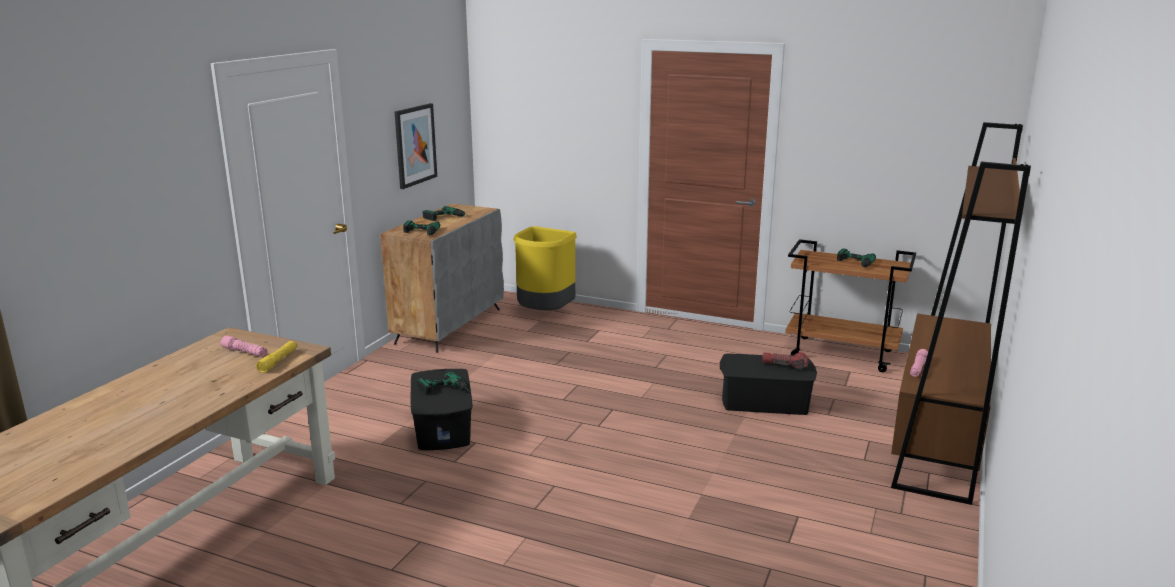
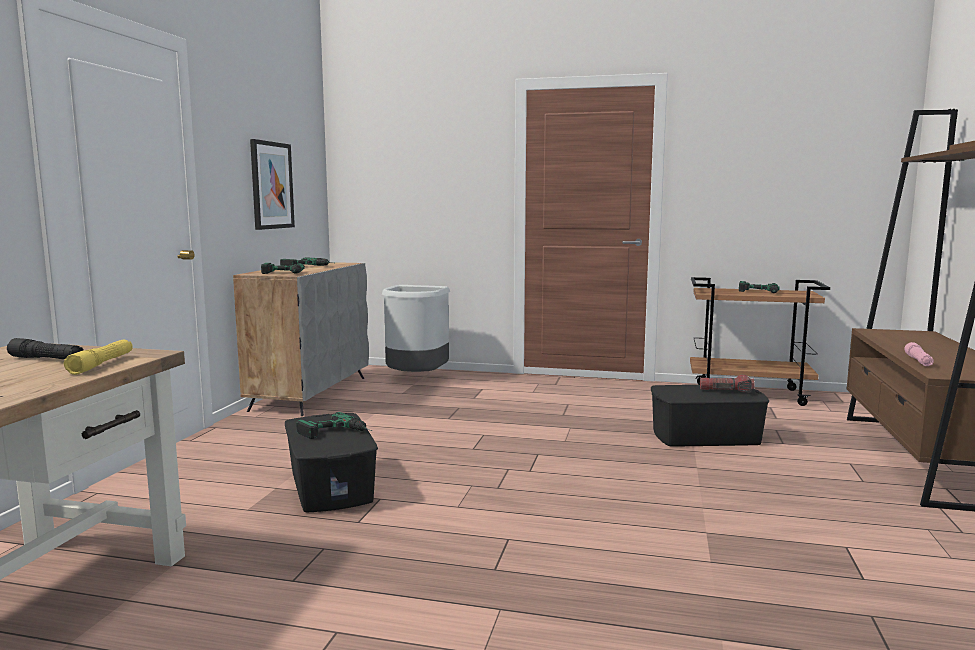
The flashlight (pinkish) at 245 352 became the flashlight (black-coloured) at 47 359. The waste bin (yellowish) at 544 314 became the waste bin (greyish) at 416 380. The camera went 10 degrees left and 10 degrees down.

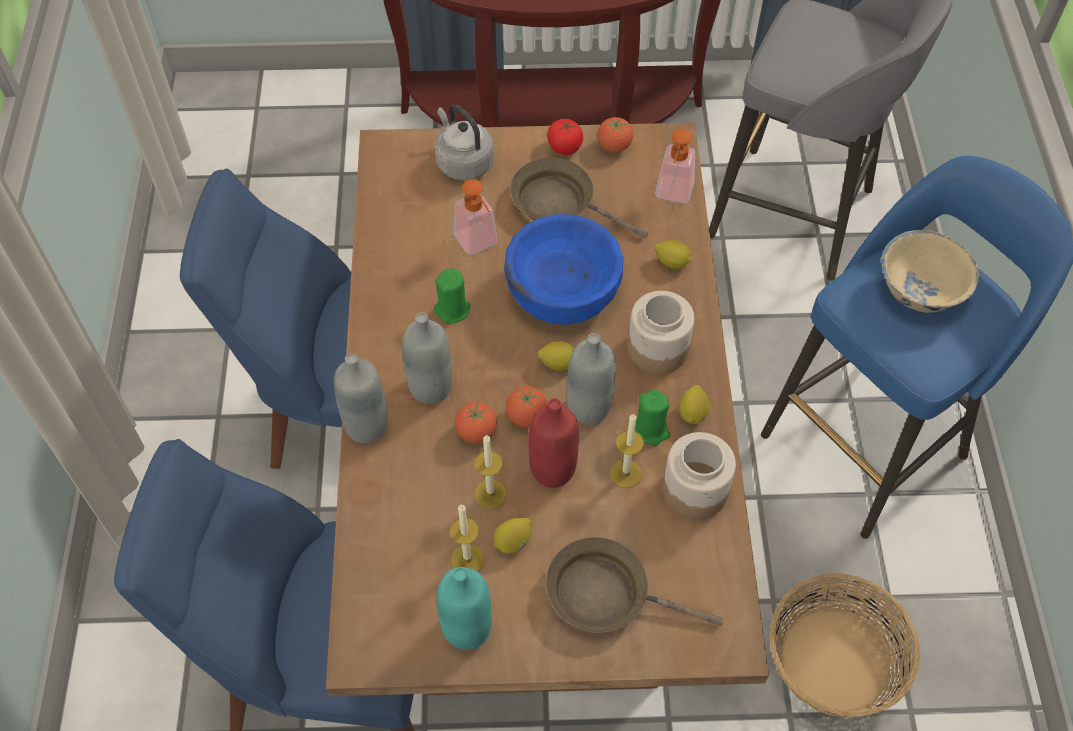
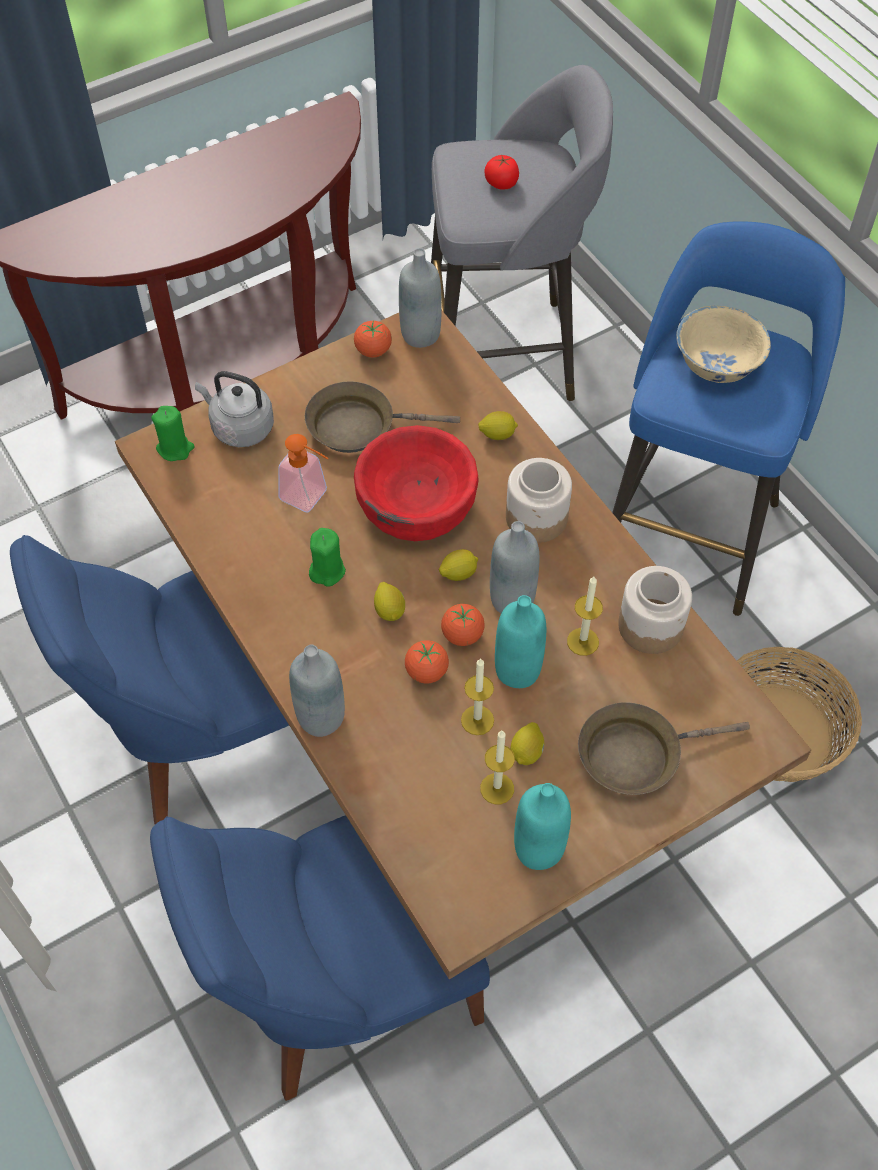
The candle (green-coloured) moved from 650 430 to 175 448. The serving bowl (bluish) at 563 290 became the serving bowl (reddish) at 417 505. The whole lemon moved from 693 413 to 390 610. The beverage bottle (greyish) moved from 431 387 to 420 334. The tomato moved from 565 147 to 501 183. The beverage bottle (reddish) at 552 469 became the beverage bottle (turquoise-coloured) at 517 670. The liquid soap bottle at 672 195 disappeared. The camera went 30 degrees left and 0 degrees up.

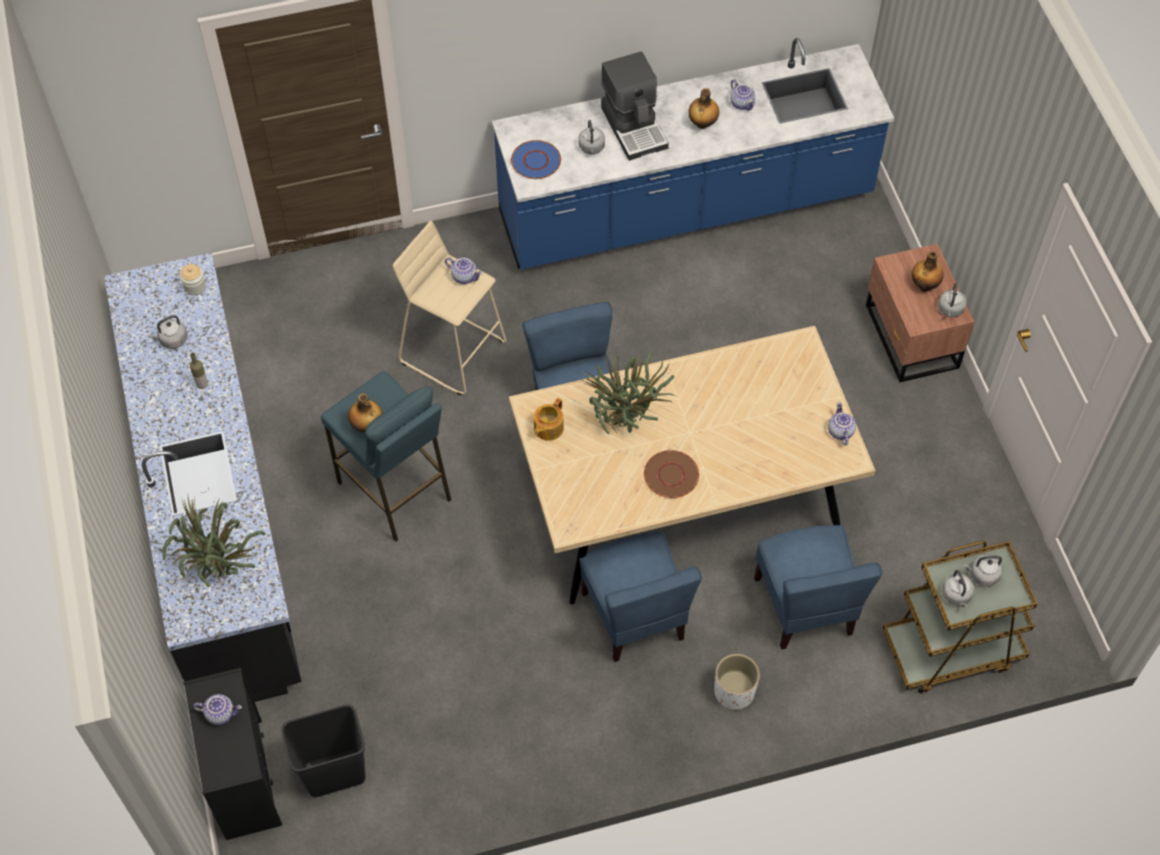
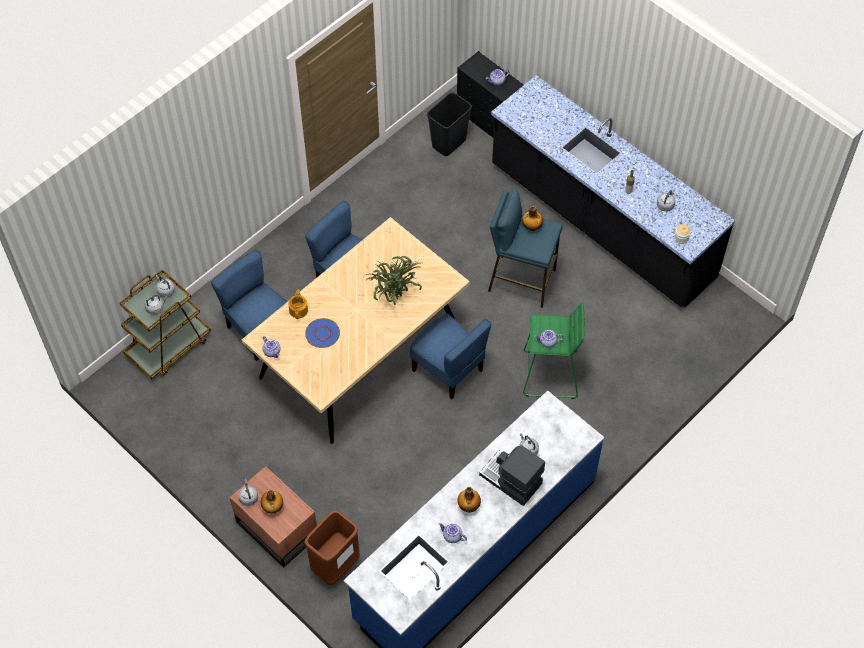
The teapot moved from 548 428 to 299 310. The waste bin (brown-coloured) at 335 566 appeared. The flat dish (bluish) moved from 536 161 to 322 333. The stool (sand-coloured) at 453 351 became the stool (green-coloured) at 550 374. The potted plant at 220 574 disappeared. The flat dish (brown-coloured) at 670 475 disappeared. The planter (whitish) at 734 692 disappeared. The camera went 150 degrees right and 0 degrees up.

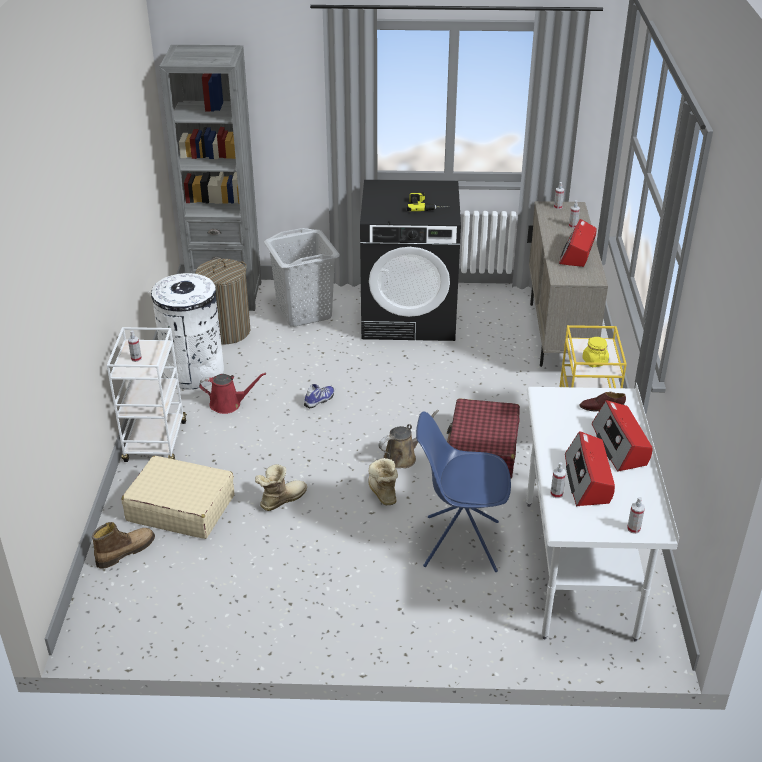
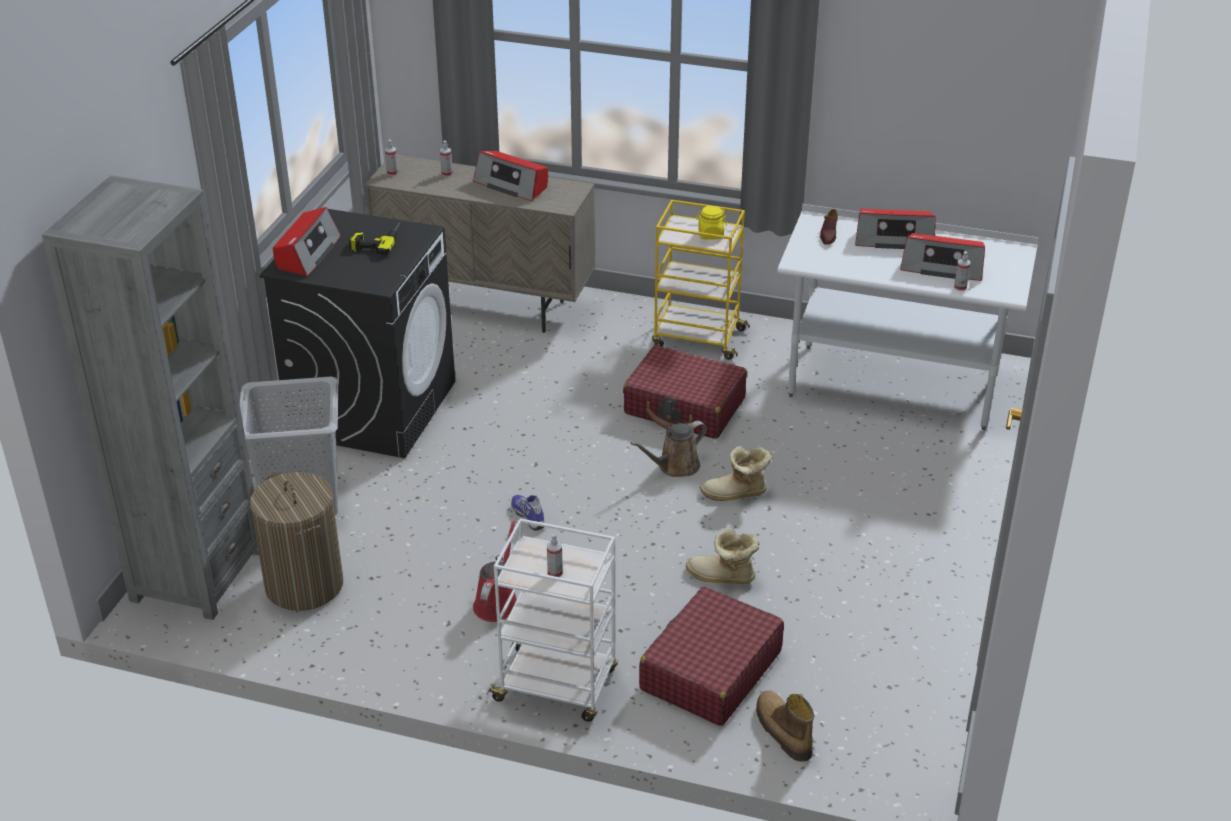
The radio set at 307 253 appeared. The watering can (brown-coloured) at 403 457 turned 105 degrees counterclockwise. The suitcase (sand-coloured) at 180 508 became the suitcase (reddish) at 710 671. The boot at 281 499 turned 45 degrees counterclockwise. The waste bin (whitish) at 193 372 disappeared. The chair (bluish) at 459 543 disappeared. The sprayer at 633 529 disappeared. The camera went 75 degrees left and 0 degrees up.

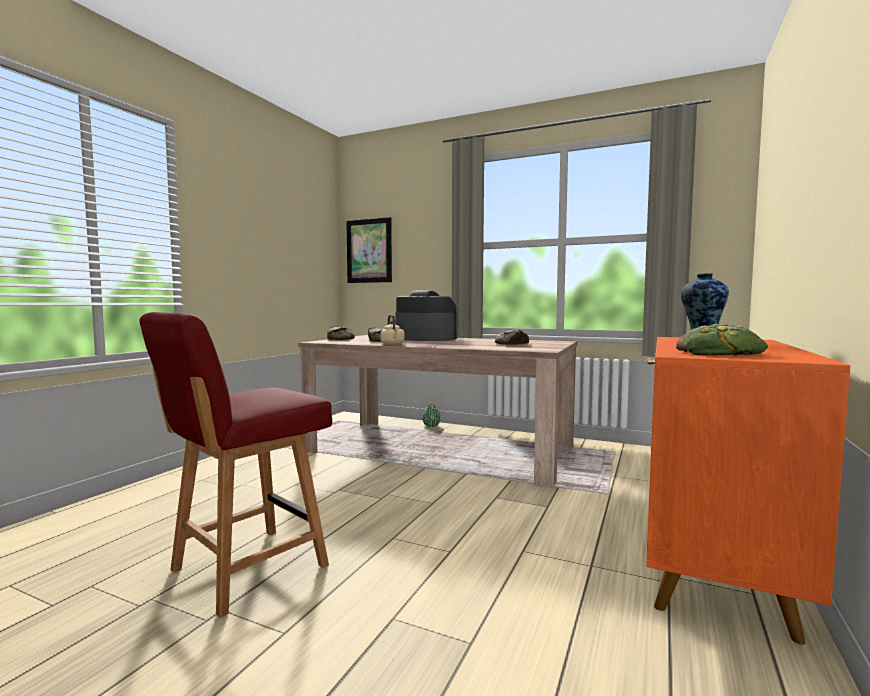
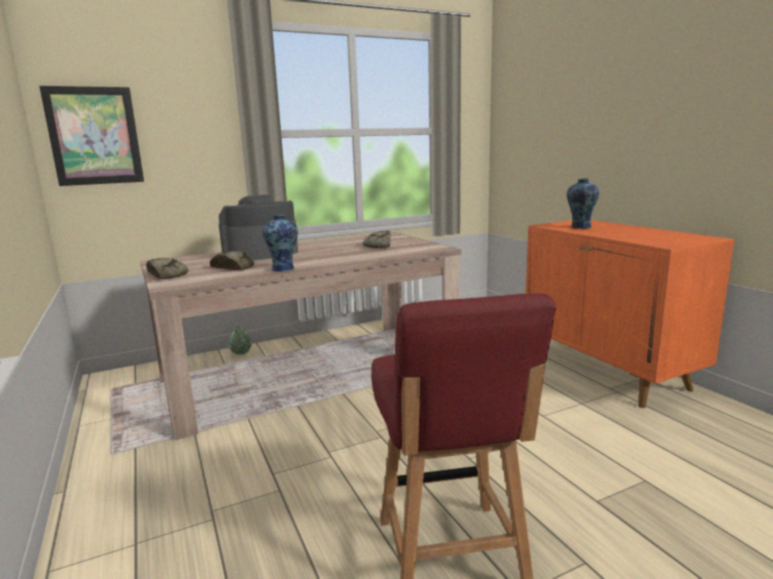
The tea kettle (sand-coloured) at 393 344 was replaced by the vase at 283 269. The baked bread at 720 353 disappeared. The camera went 50 degrees left and 10 degrees up.

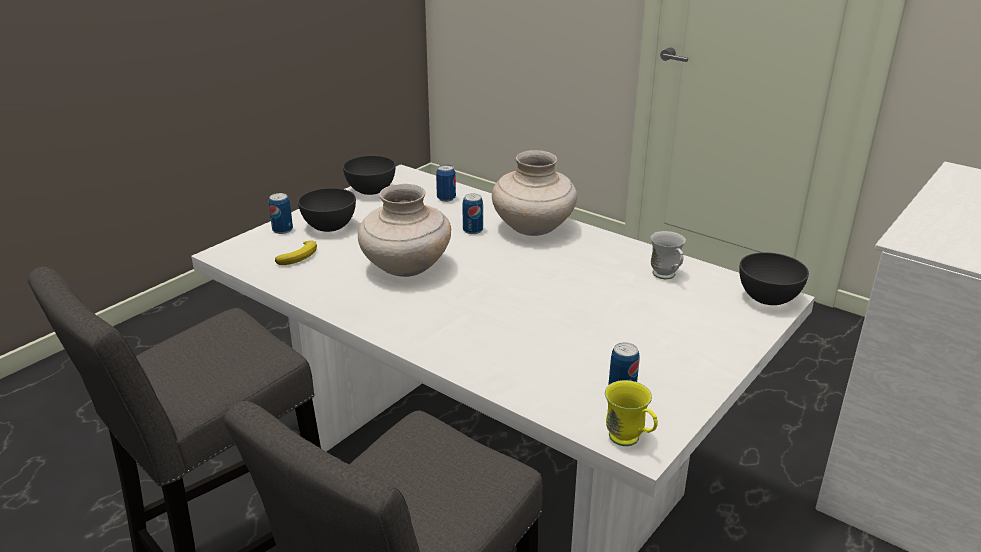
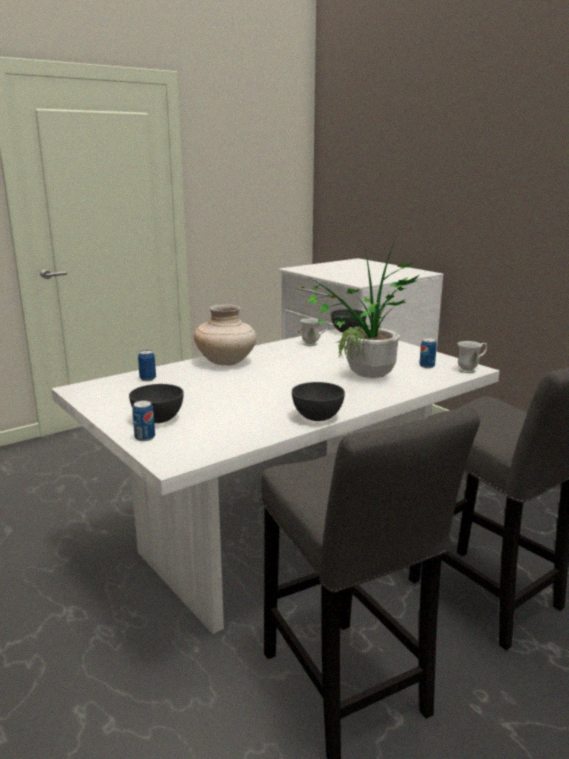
The serving bowl (greyish) moved from 371 191 to 318 417. The potted plant at 366 378 appeared. The coffee mug (yellowish) at 630 441 became the coffee mug (whitish) at 470 370. The whole banana at 299 256 disappeared. The vase (sand-coloured) at 405 268 disappeared. The can at 473 230 disappeared. The camera went 75 degrees left and 10 degrees down.

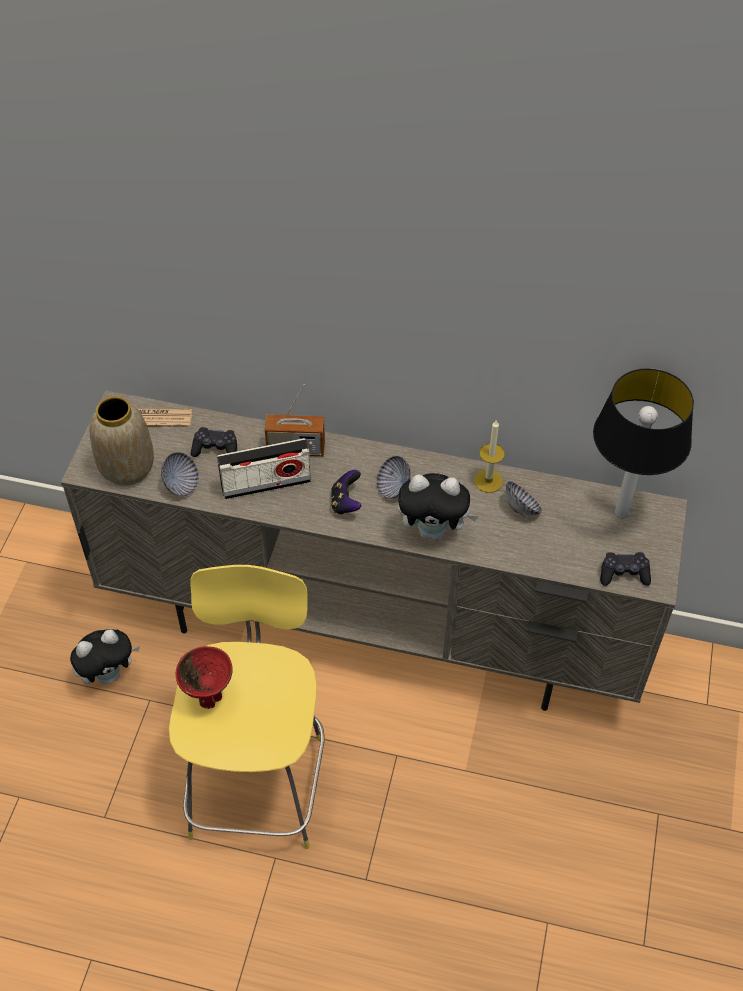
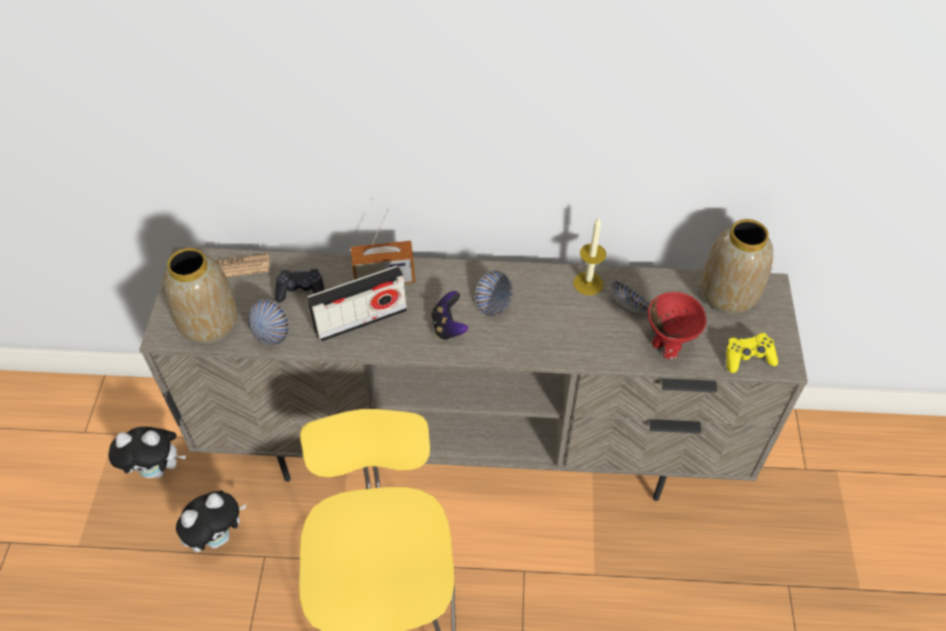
The soft toy moved from 434 531 to 158 469. The serving bowl (reddish) moved from 208 695 to 667 347. The lamp for a table at 620 512 was replaced by the vase at 727 295. The joypad (black-coloured) at 623 574 became the joypad (yellowish) at 748 357. The camera went 10 degrees left and 0 degrees up.

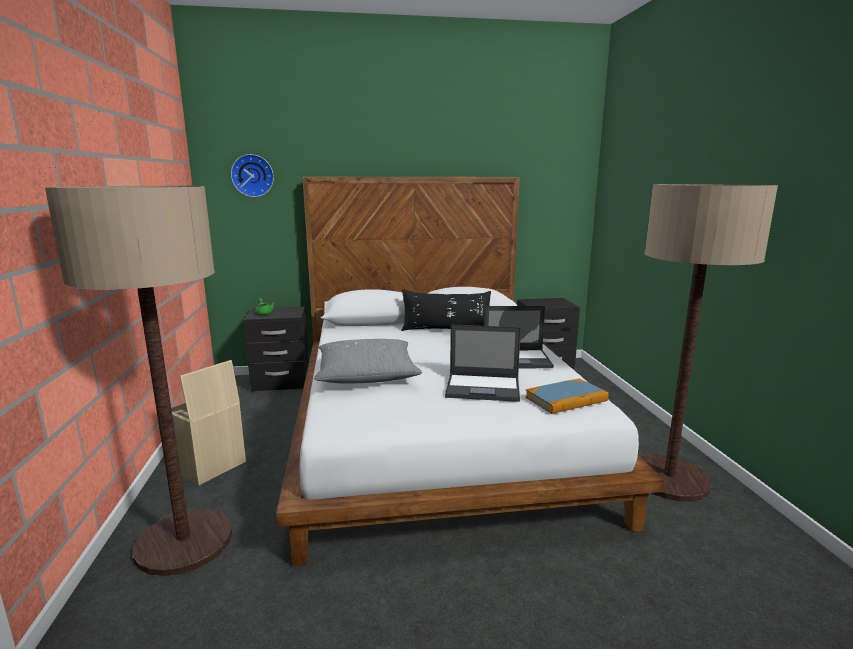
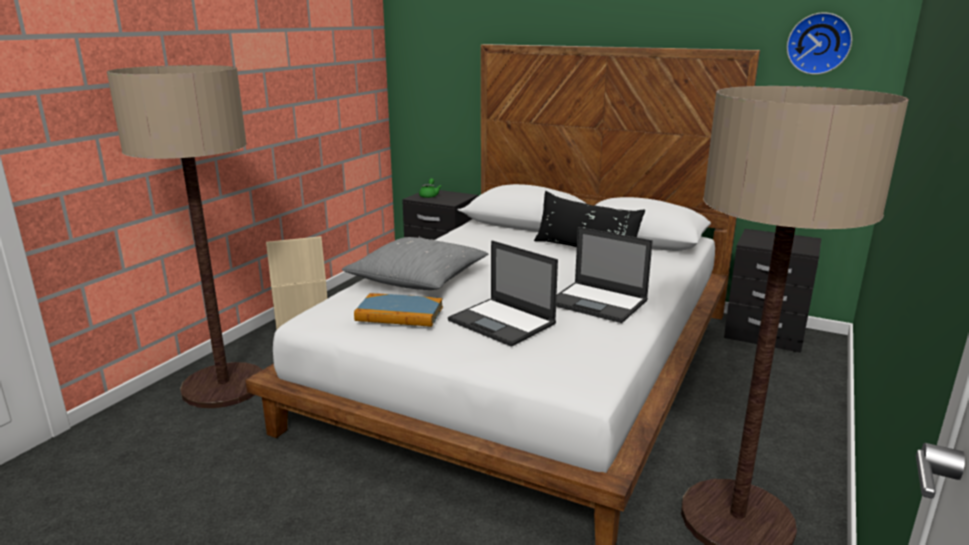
The volume moved from 566 399 to 399 314. The hanging clock moved from 253 175 to 818 43. The camera went 35 degrees right and 5 degrees up.

